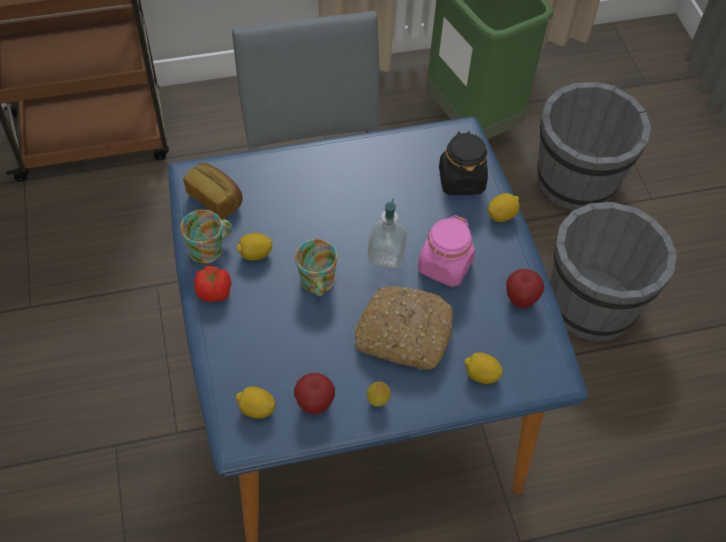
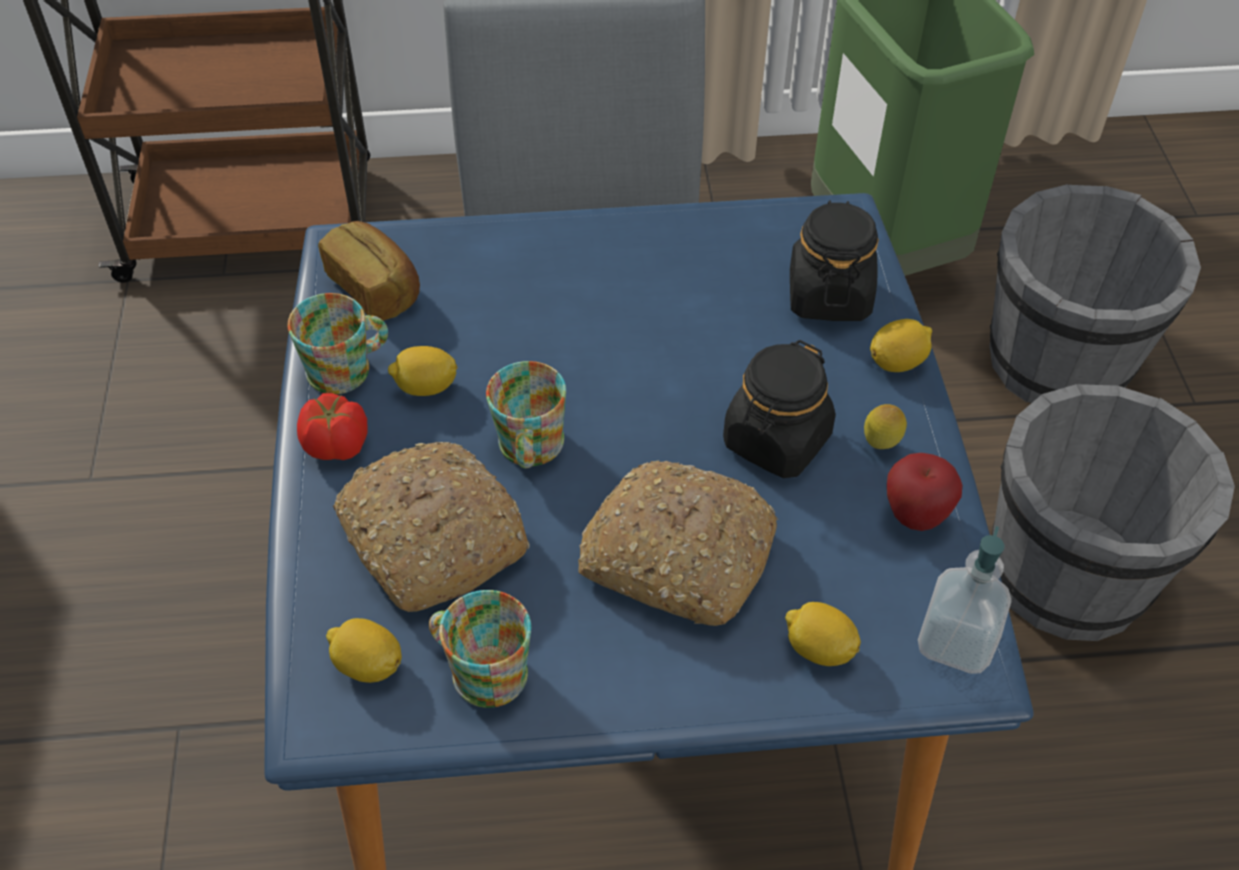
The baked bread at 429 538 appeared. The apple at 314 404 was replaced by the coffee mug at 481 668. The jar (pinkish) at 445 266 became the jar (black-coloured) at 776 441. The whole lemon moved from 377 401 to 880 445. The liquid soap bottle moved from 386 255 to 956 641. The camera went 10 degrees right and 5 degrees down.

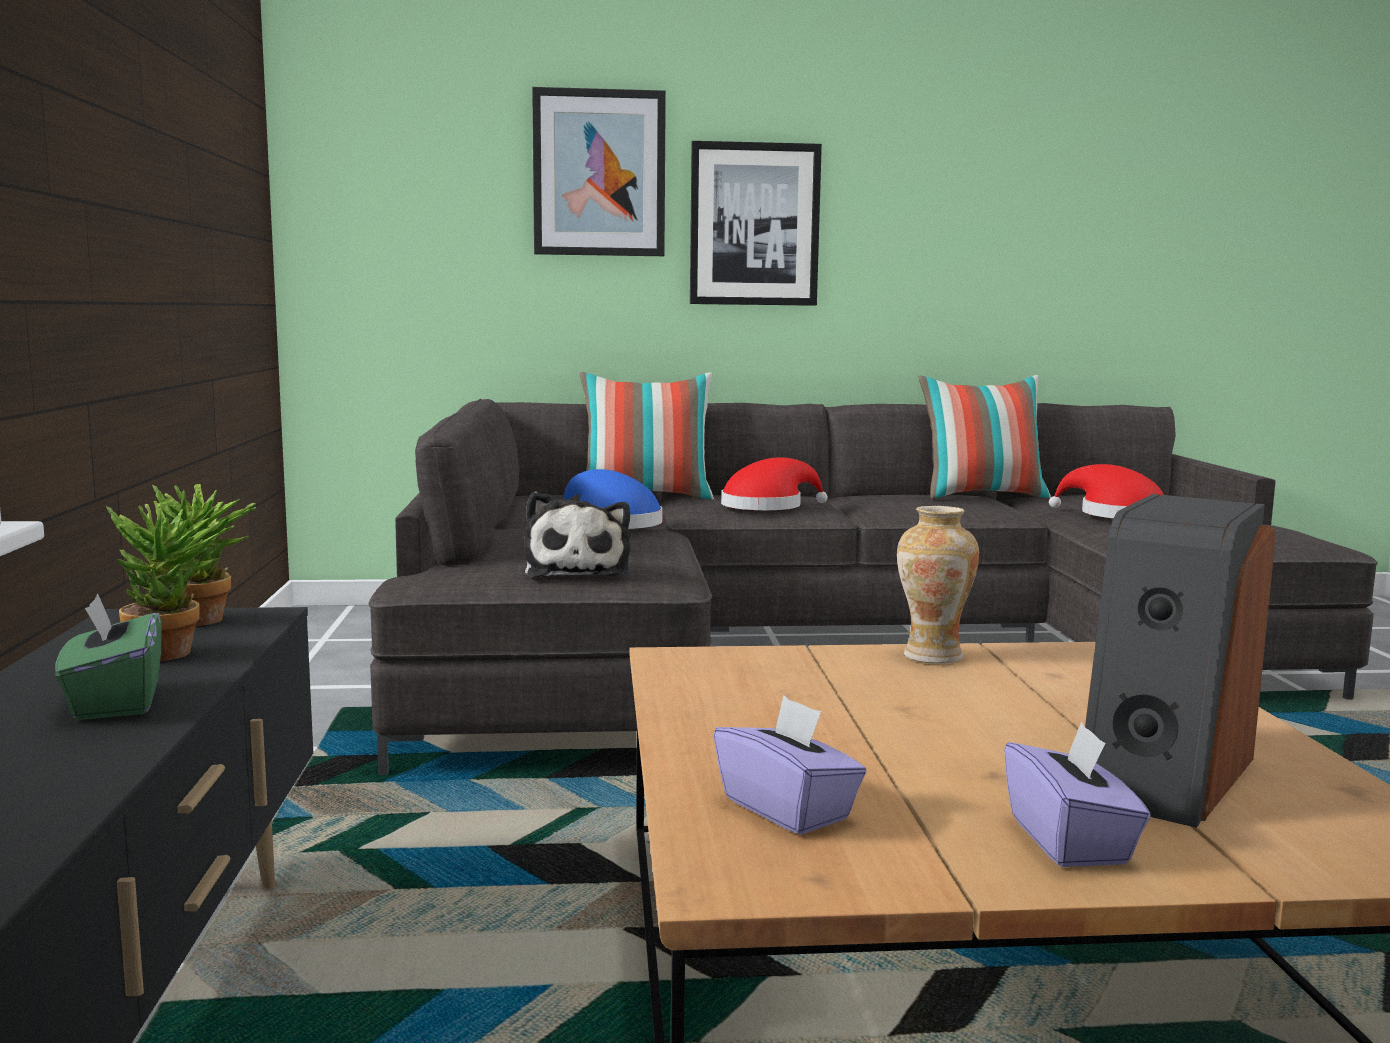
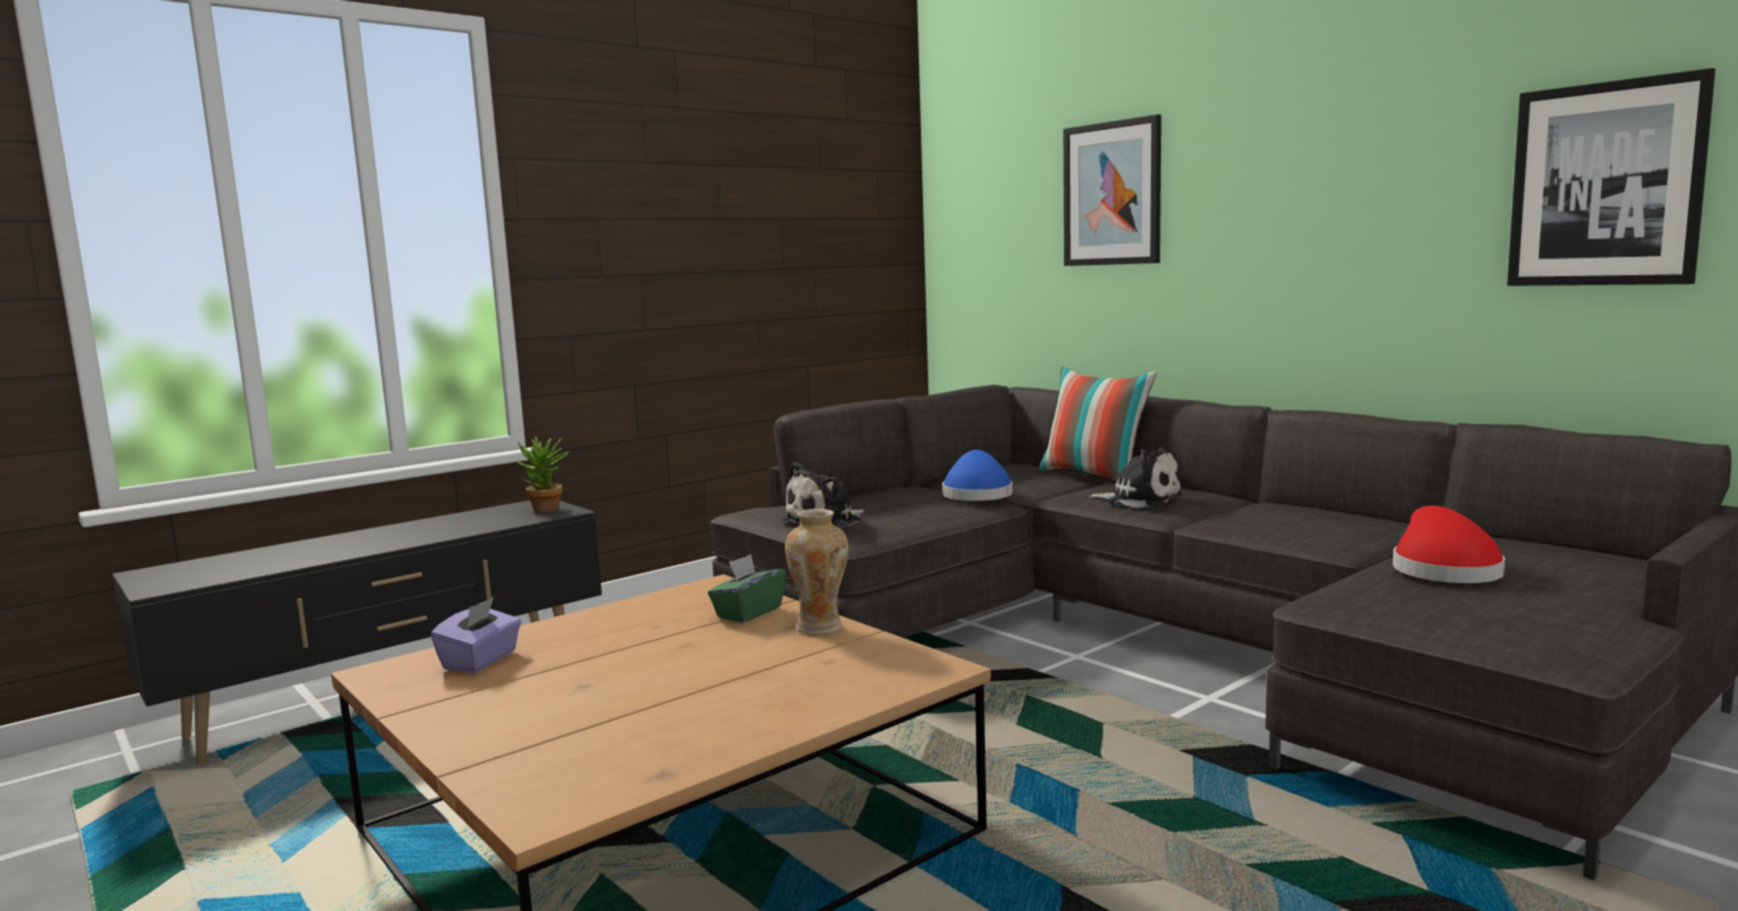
The tissue holder (green-coloured) moved from 114 702 to 748 612. The wearable hat (reddish) at 767 506 was replaced by the soft toy at 1140 500. The wall picture moved from 754 224 to 1605 184. The potted plant at 175 654 disappeared. The throw pillow at 982 497 disappeared. The tissue holder (purple) at 1070 841 disappeared. The audio speaker at 1163 776 disappeared. The camera went 55 degrees right and 0 degrees up.

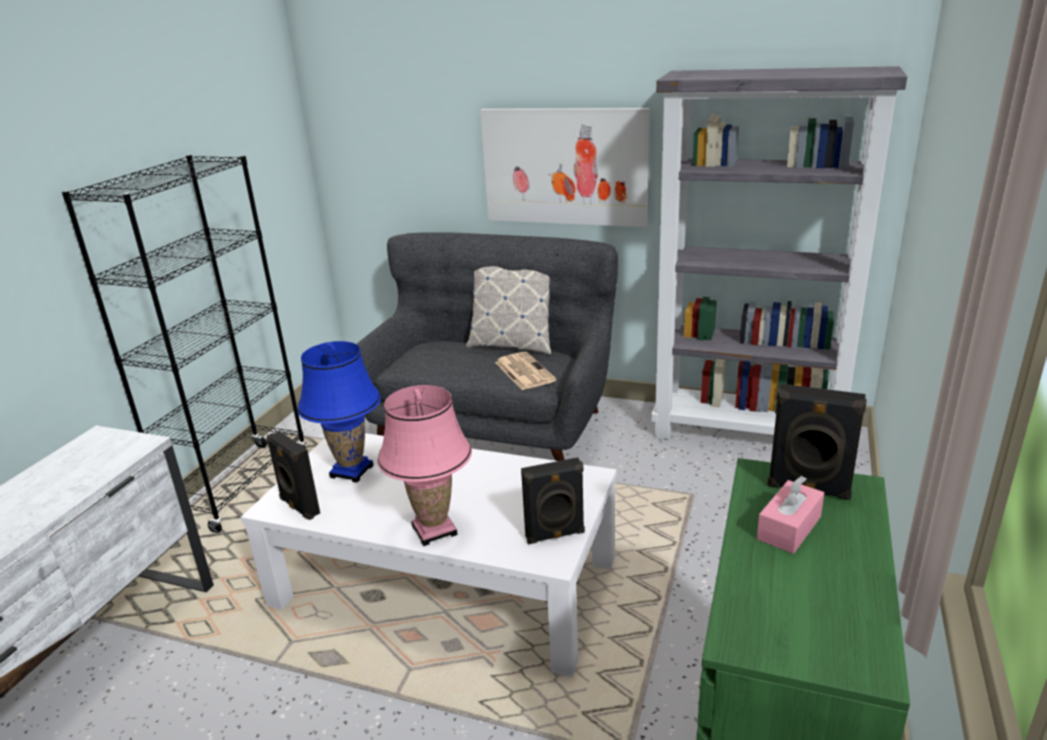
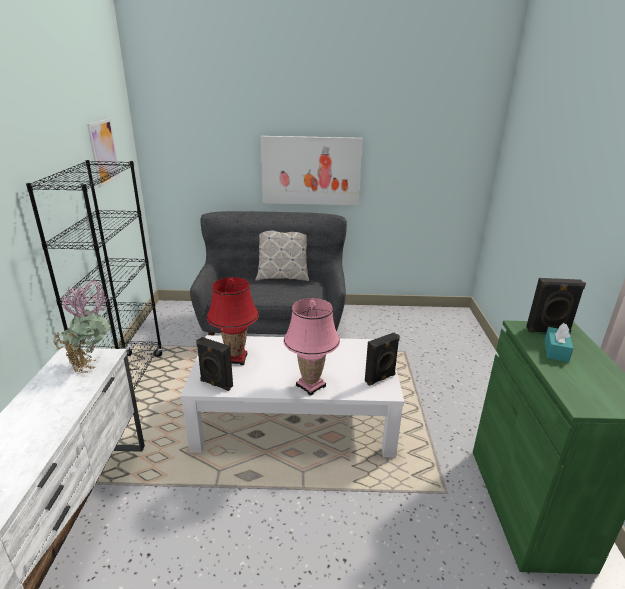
The potted plant at 93 364 appeared. The wall picture at 104 152 appeared. The lamp for a table (bluish) at 352 471 became the lamp for a table (reddish) at 236 359. The tissue holder (pinkish) at 789 528 became the tissue holder (turquoise-coloured) at 556 350. The printed paper at 523 371 disappeared. The shelving unit (greyish) at 748 433 disappeared. The camera went 20 degrees left and 0 degrees up.

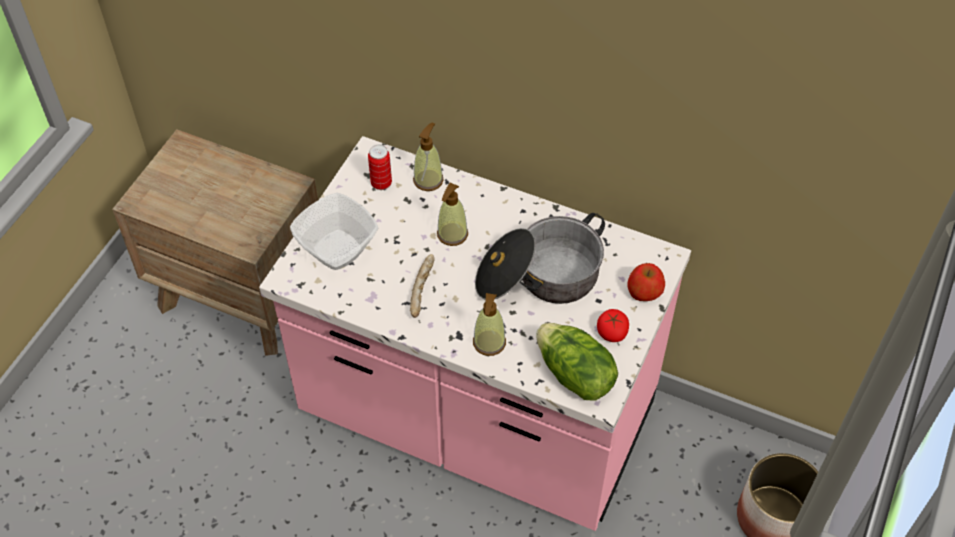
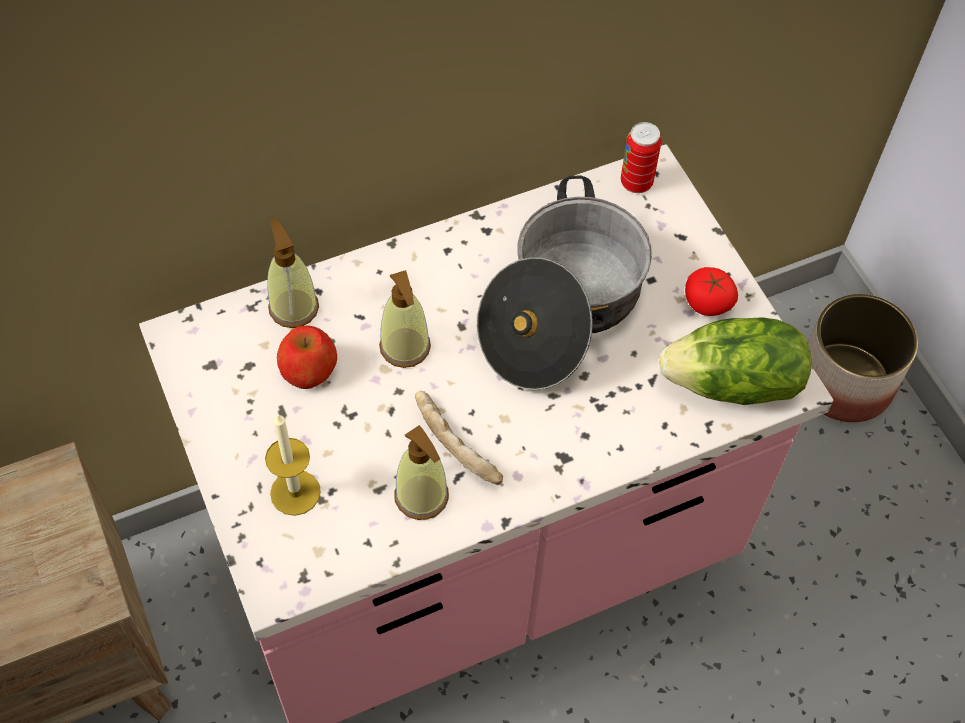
The serving bowl at 337 251 was replaced by the candle at 295 492. The apple moved from 644 291 to 308 370. The liquid soap bottle moved from 489 343 to 422 496. The can moved from 381 183 to 636 183. The camera went 50 degrees left and 5 degrees up.

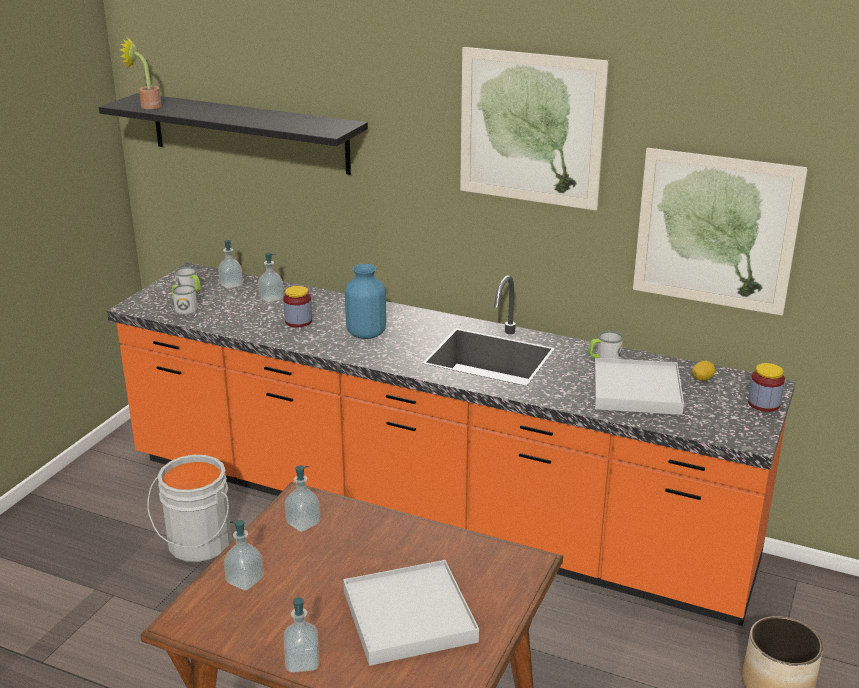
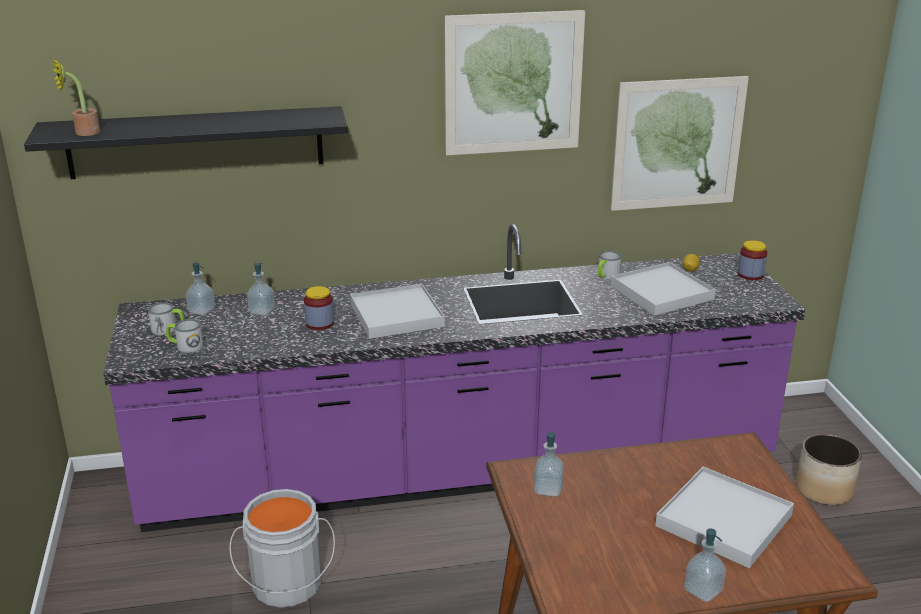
The kitchen base unit (orangey) at 429 513 became the kitchen base unit (purple) at 460 472. The vase (bluish) at 365 334 was replaced by the serving tray (whitish) at 396 315. The liquid soap bottle at 245 580 disappeared. The camera went 35 degrees left and 0 degrees up.

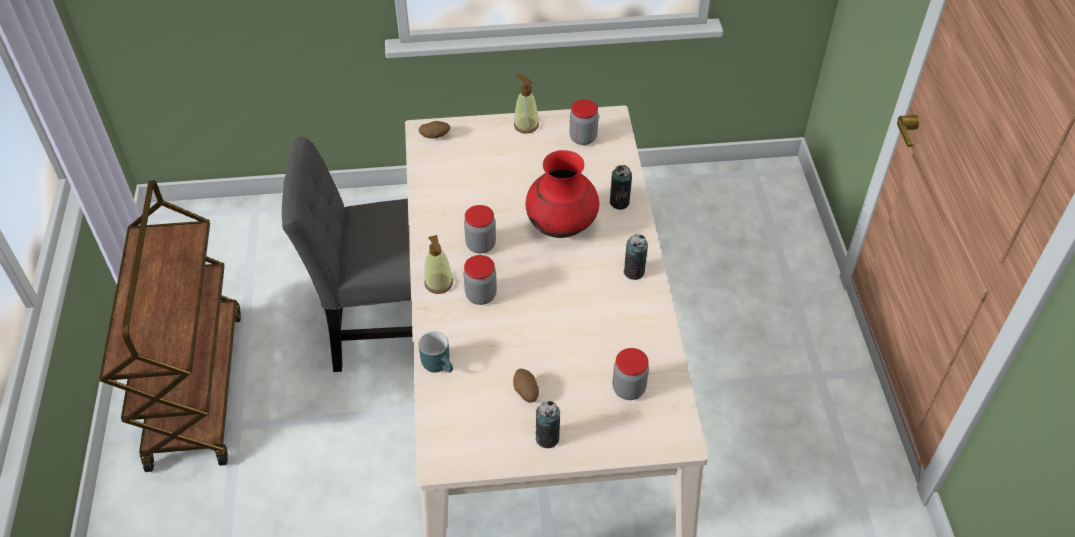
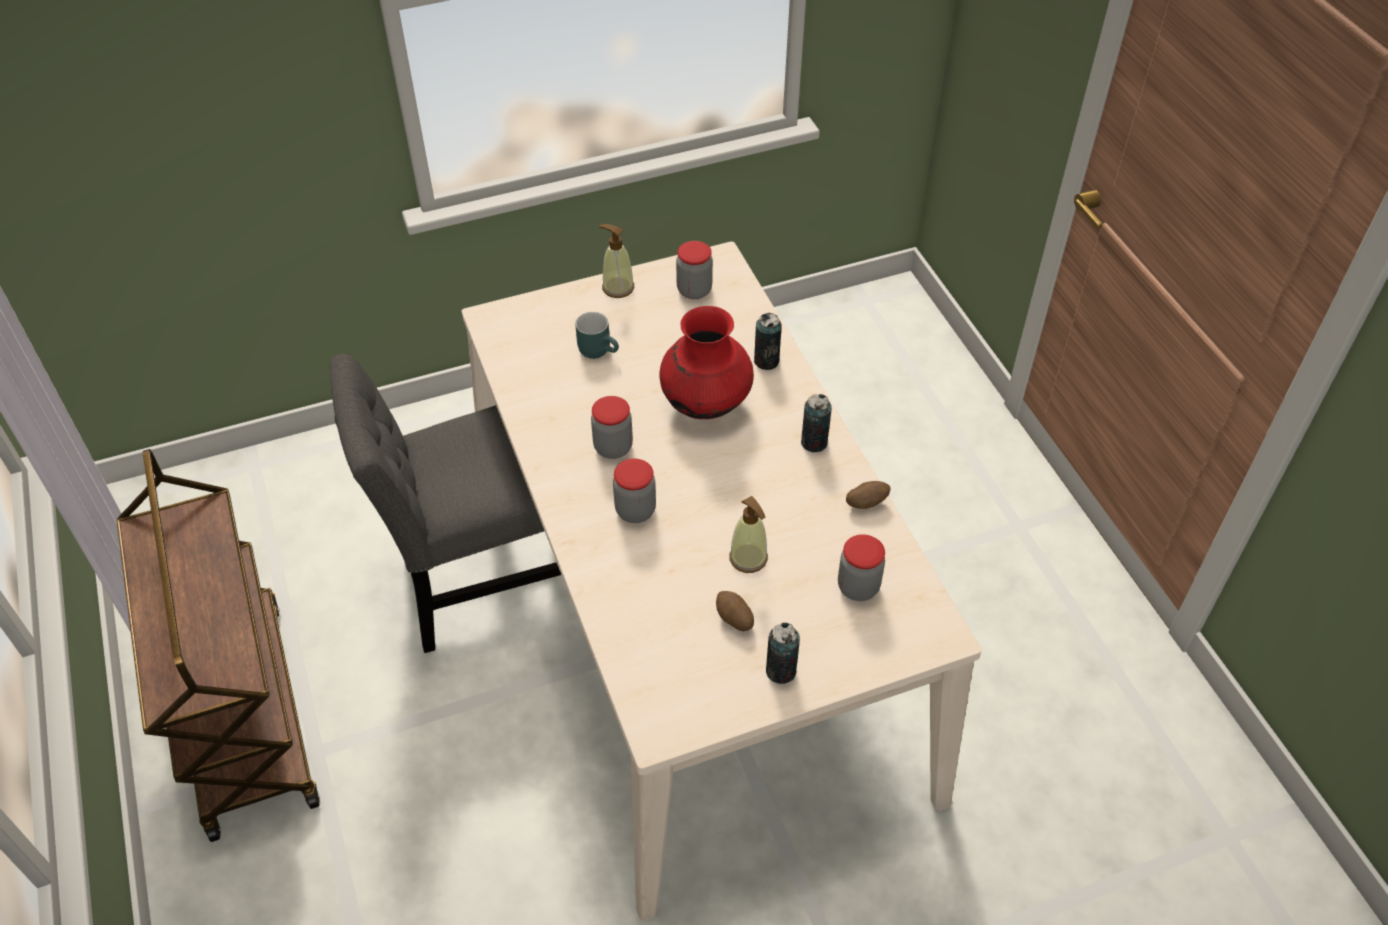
The coffee mug (turquoise-coloured) moved from 440 364 to 599 349. The liquid soap bottle moved from 438 283 to 748 558. The potato moved from 435 136 to 866 503. The camera went 15 degrees left and 0 degrees up.

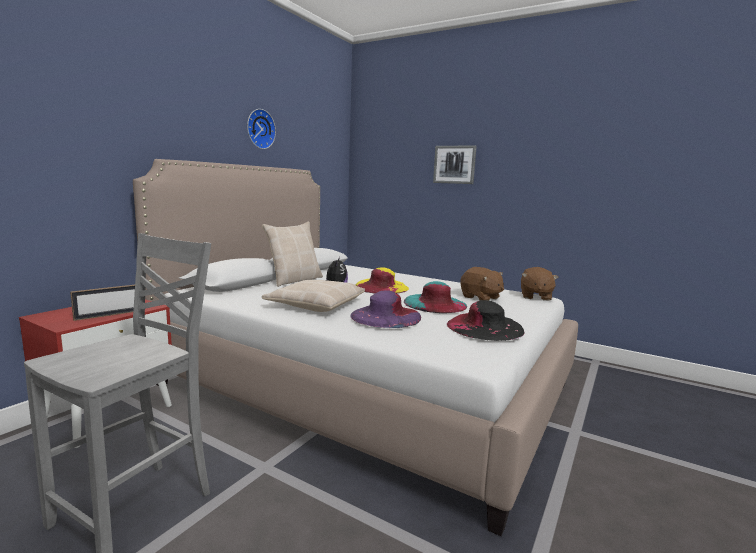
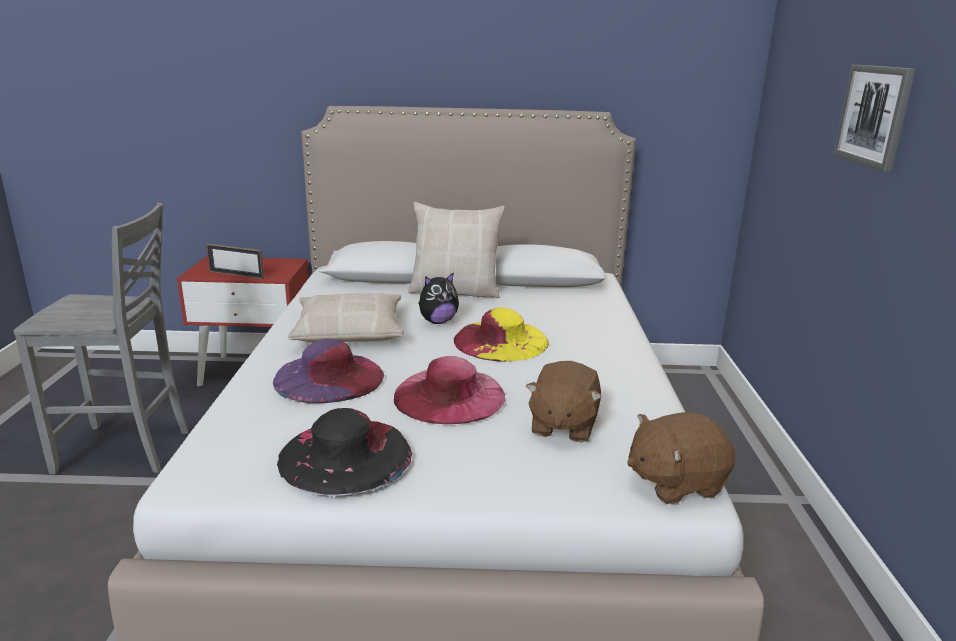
The wearable hat (turquoise-coloured) at 435 303 became the wearable hat (pinkish) at 449 395. The hanging clock at 259 129 disappeared. The camera went 60 degrees right and 10 degrees up.

